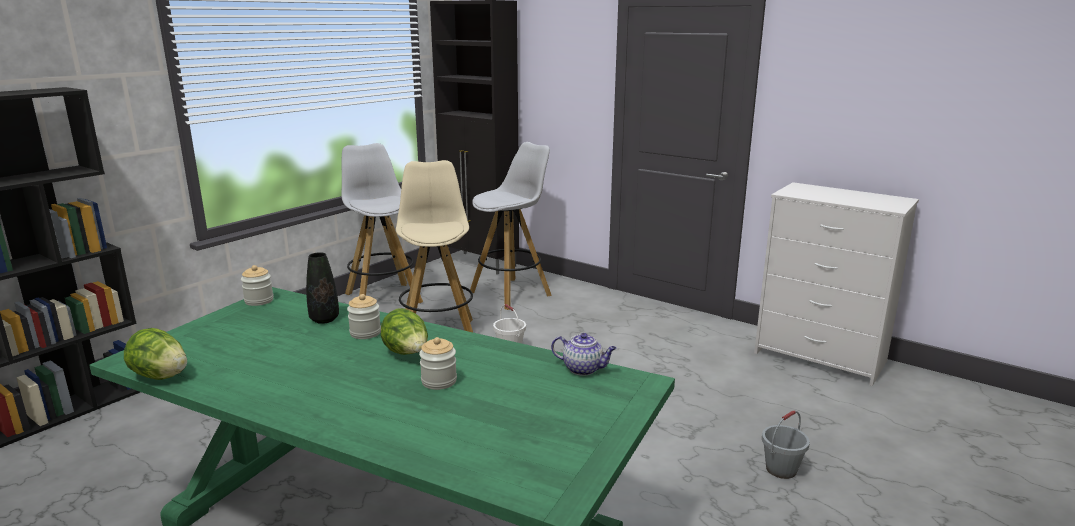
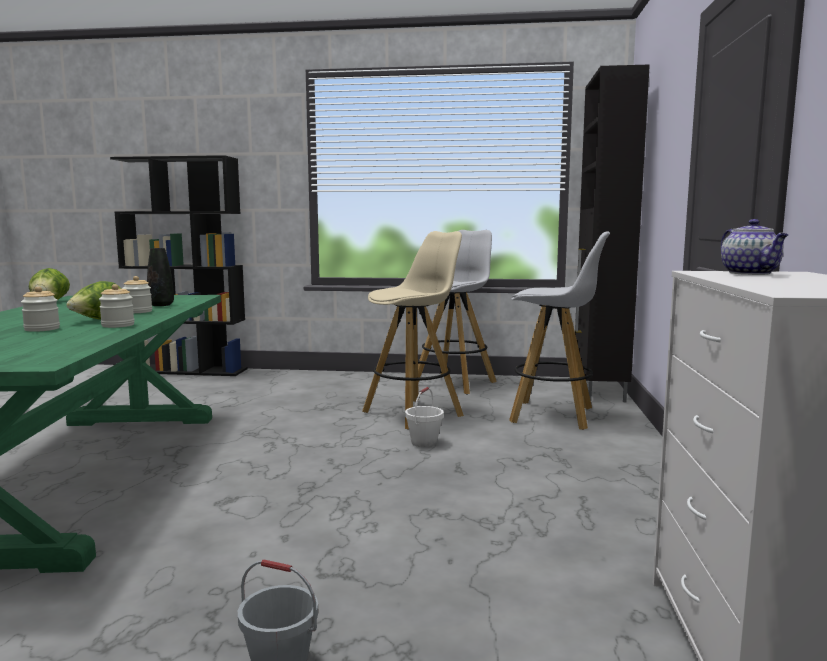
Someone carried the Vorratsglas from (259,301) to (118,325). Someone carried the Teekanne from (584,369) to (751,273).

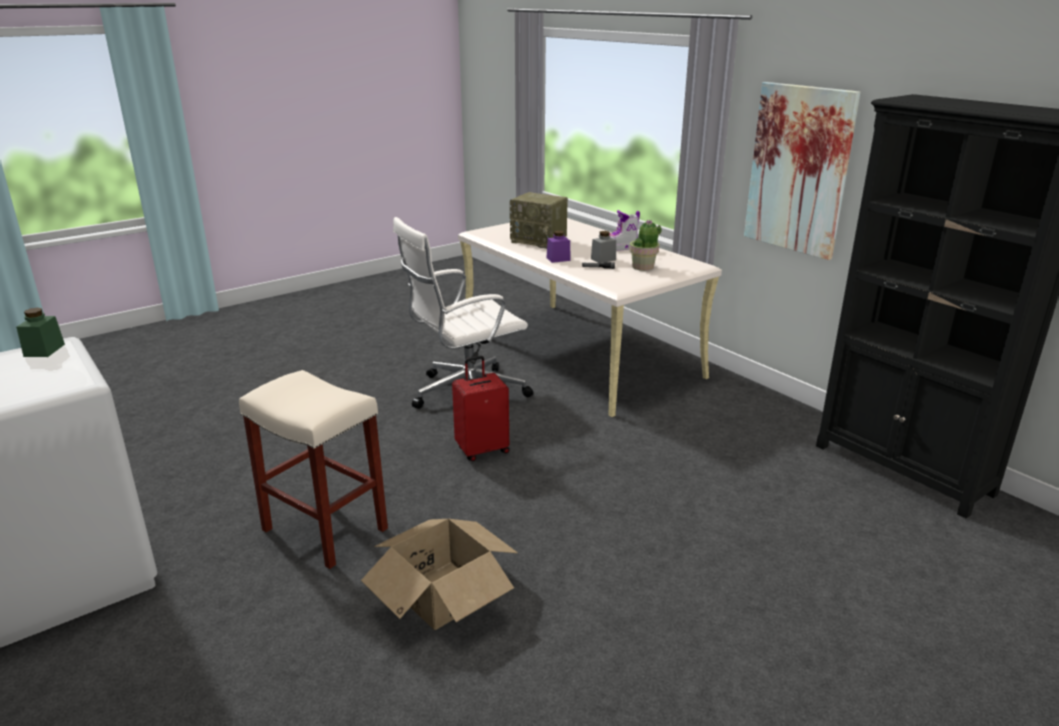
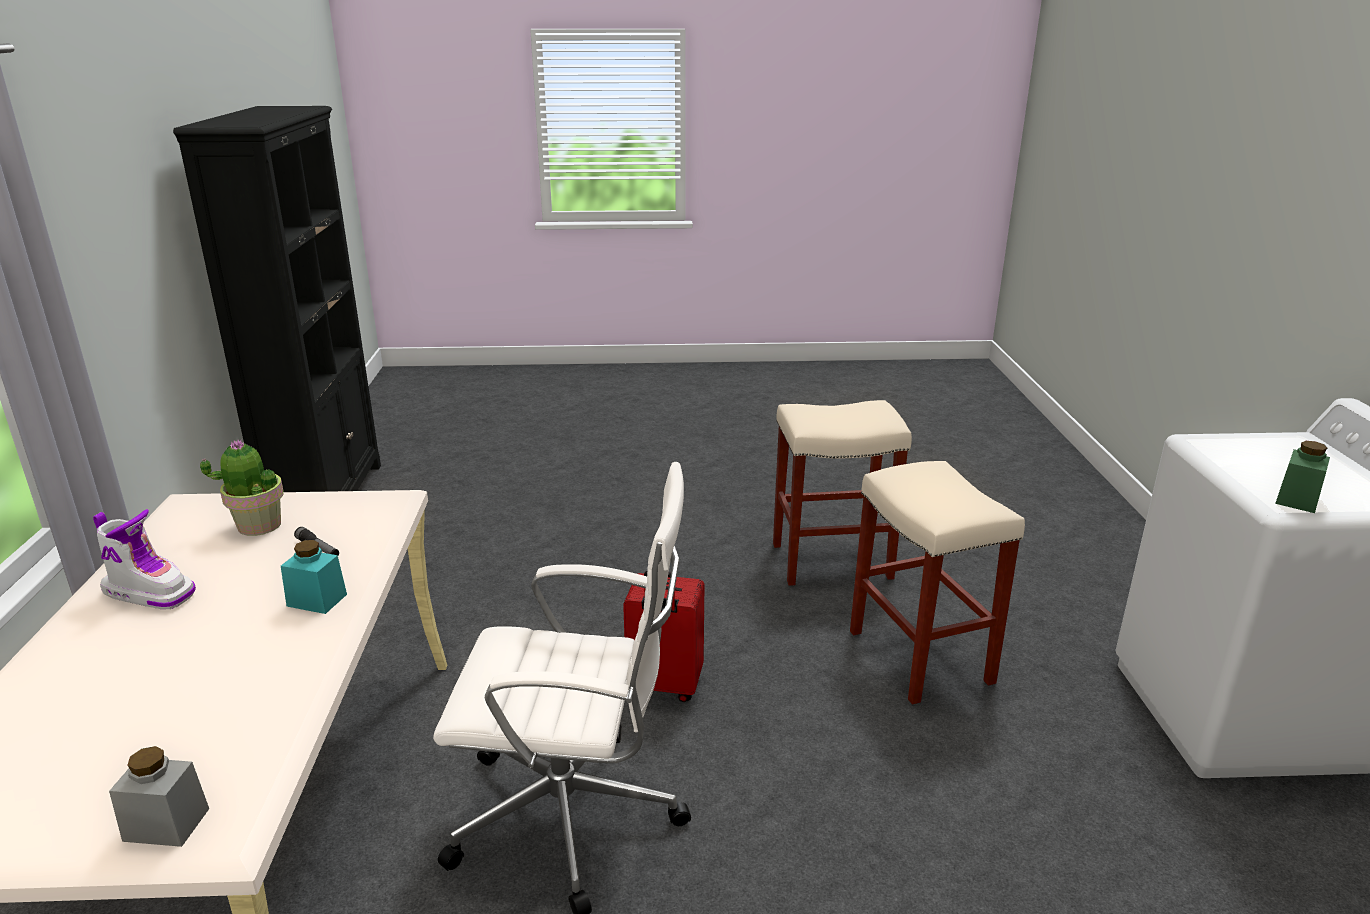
Someone carried the Vorratsglas (grau) from (603,259) to (166,824). Someone repainted the Vorratsglas (lila) at (558,259), which became the Vorratsglas (türkis) at (317,600). Someone swapped the Karton at (442,594) for the Hocker (beige) at (833,560). Someone took away the Radio at (539,241). Someone took away the Bild at (798,170).

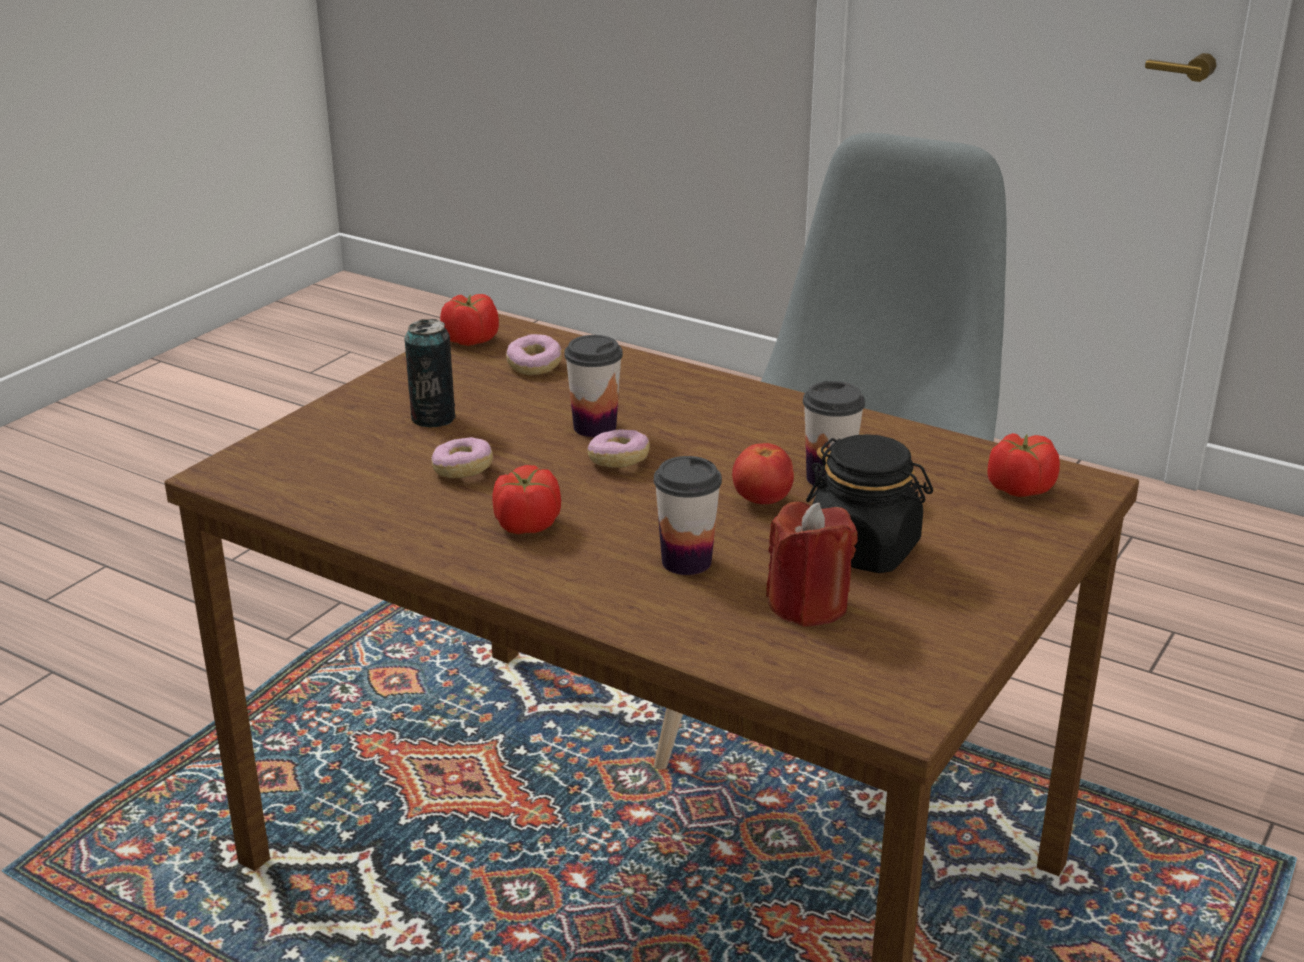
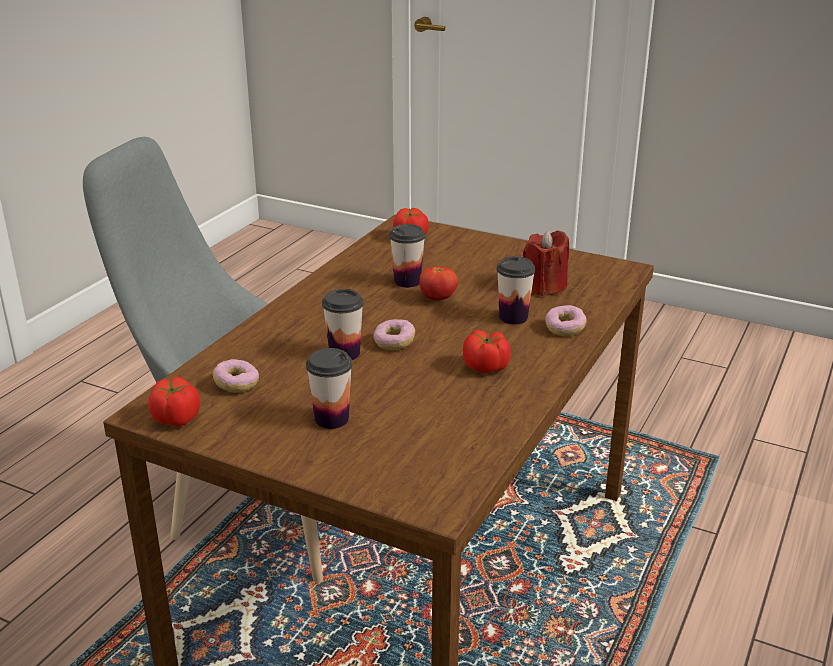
Someone swapped the Dose at (433,418) for the Tasse at (331,419). Someone carried the Donut from (463,470) to (564,328). Someone took away the Vorratsglas (schwarz) at (864,550).

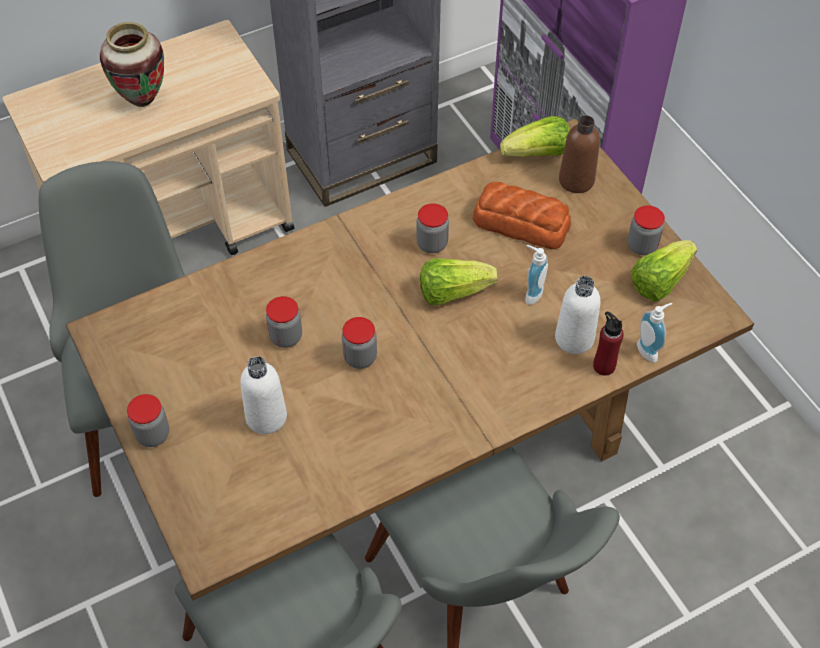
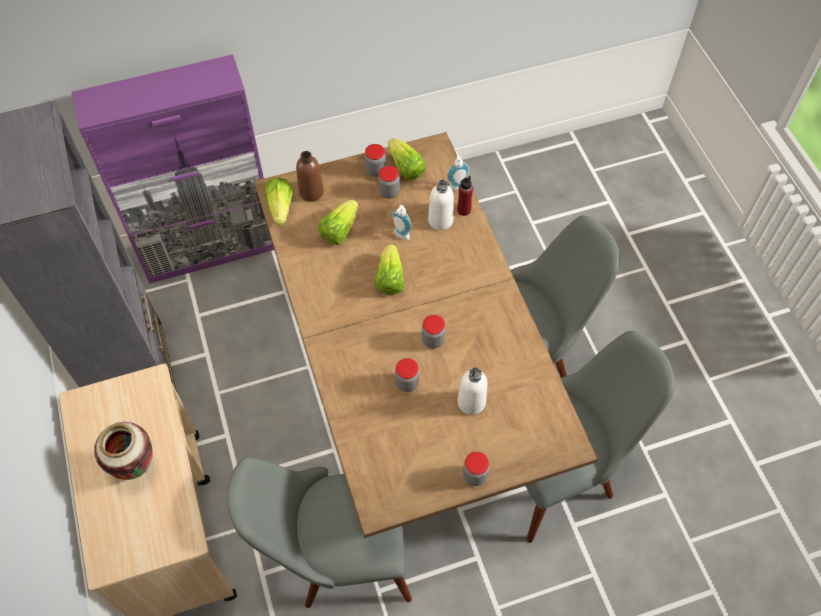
Someone swapped the Brot at (520,222) for the Salatkopf at (339,230). Someone carried the Vorratsglas from (432,244) to (389,192).

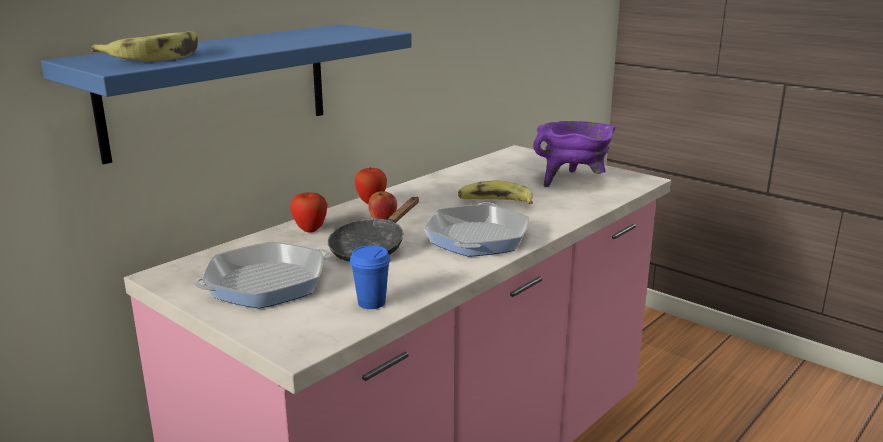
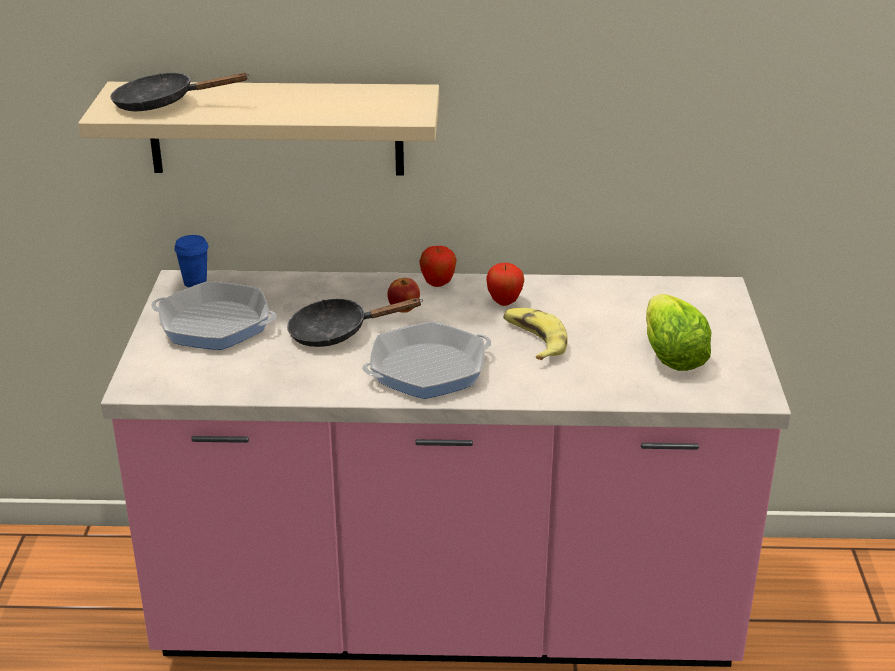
Someone repainted the Wandregal (blau) at (219,88), which became the Wandregal (beige) at (276,128). Someone swapped the Banane at (156,57) for the Pfanne (schwarz) at (163,104). Someone carried the Tasse (blau) from (371,303) to (195,282). Someone carried the Apfel from (310,230) to (504,302). Someone swapped the Kochtopf (lila) at (572,181) for the Salatkopf at (671,357).

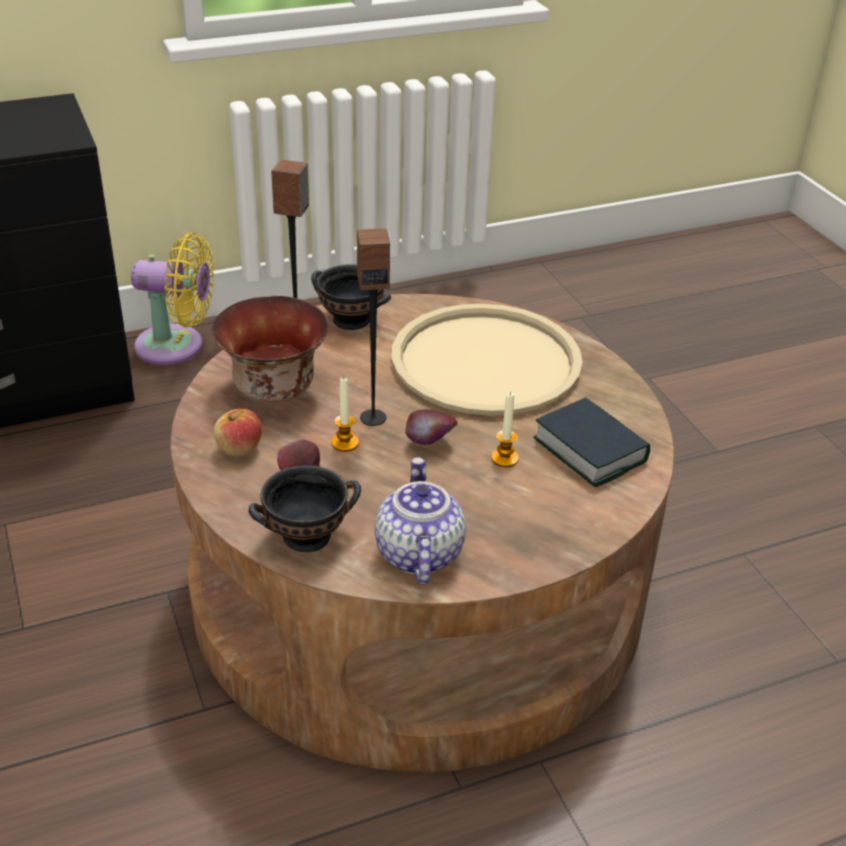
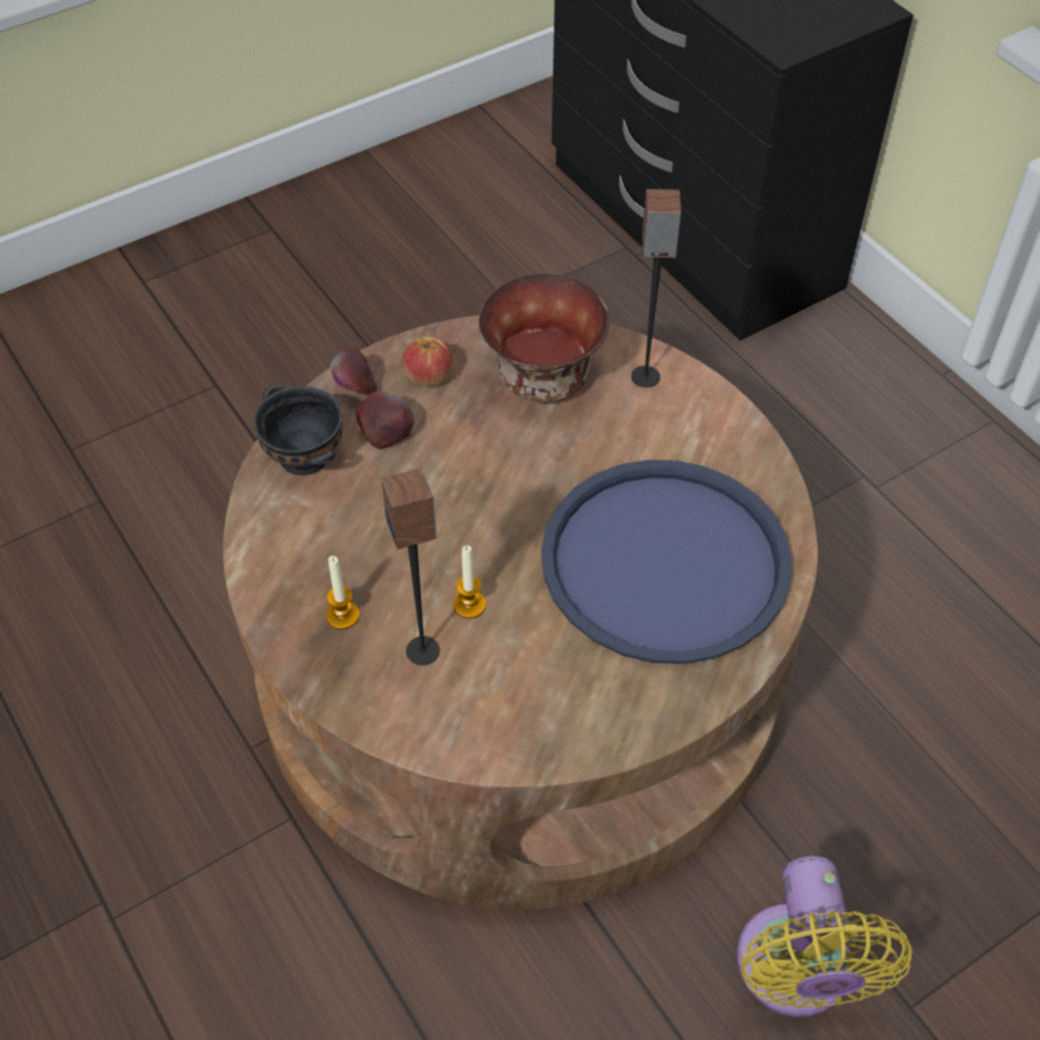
Someone carried the Kerze from (345,443) to (342,615). Someone carried the Apfel from (429,444) to (355,389). Someone carried the Lautsprecher from (373,417) to (423,650). Someone repainted the Tablett (beige) at (485,361), which became the Tablett (blau) at (664,561). Someone carried the Ventilator (gelb) from (177,347) to (795,974). Someone took away the Schüssel (schwarz) at (352,321). Someone took away the Teekanne at (417,553). Someone took away the Buch at (590,450).

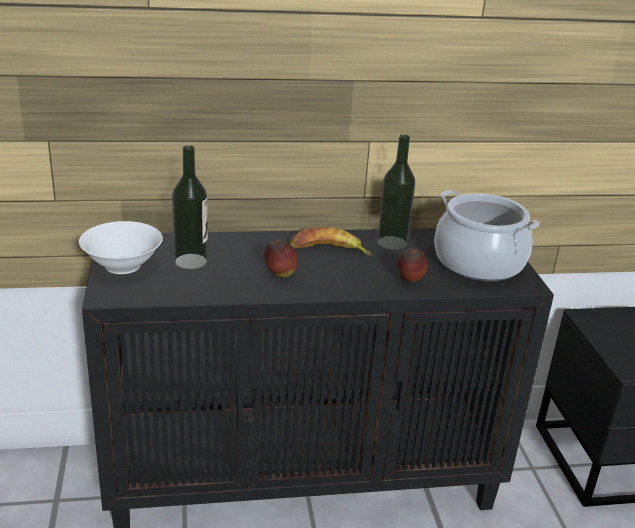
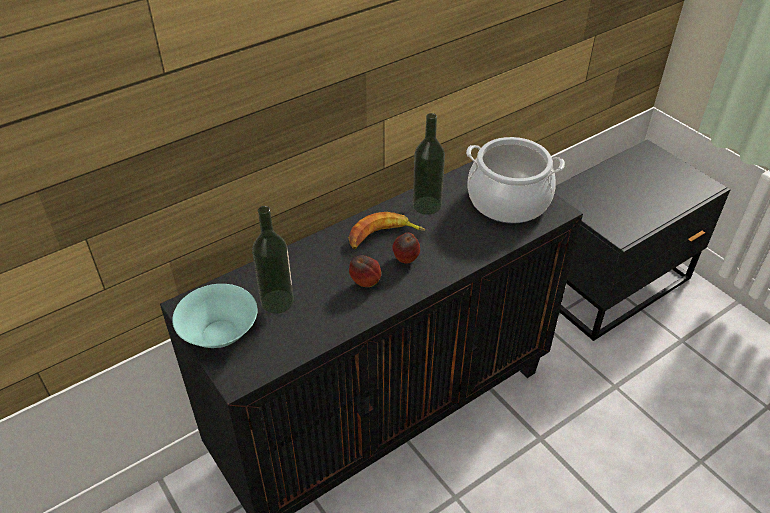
Someone repainted the Schüssel (weiß) at (122,265), which became the Schüssel (türkis) at (219,333). Someone carried the Apfel from (409,281) to (405,261).

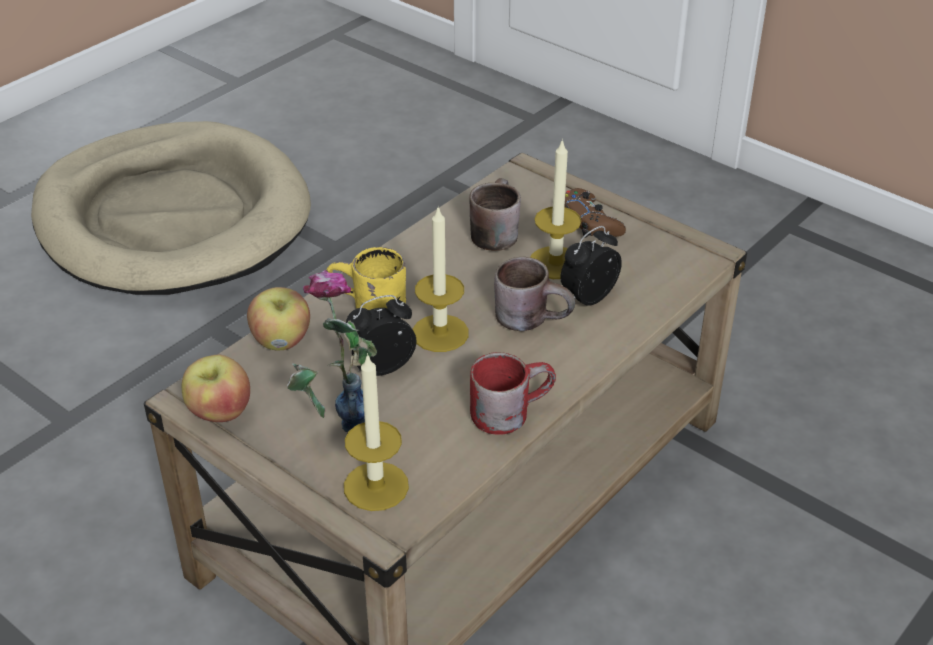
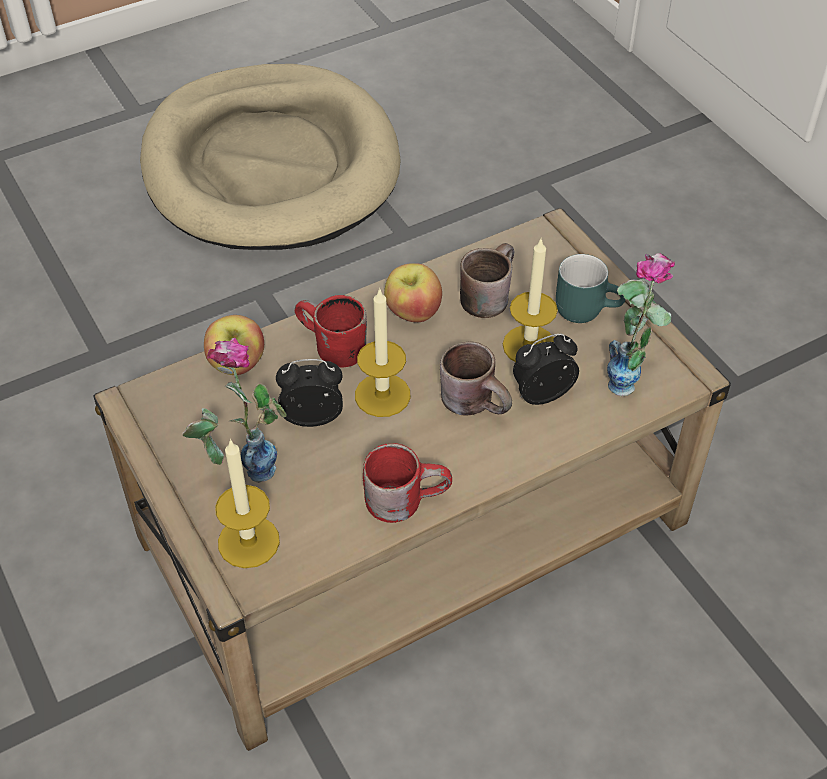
Someone repainted the Henkelbecher (gelb) at (368,308), which became the Henkelbecher (rot) at (330,349). Someone carried the Apfel from (219,412) to (413,312). Someone swapped the Gamepad (braun) at (590,222) for the Henkelbecher (türkis) at (586,308). Someone put down the Vase at (631,375).

